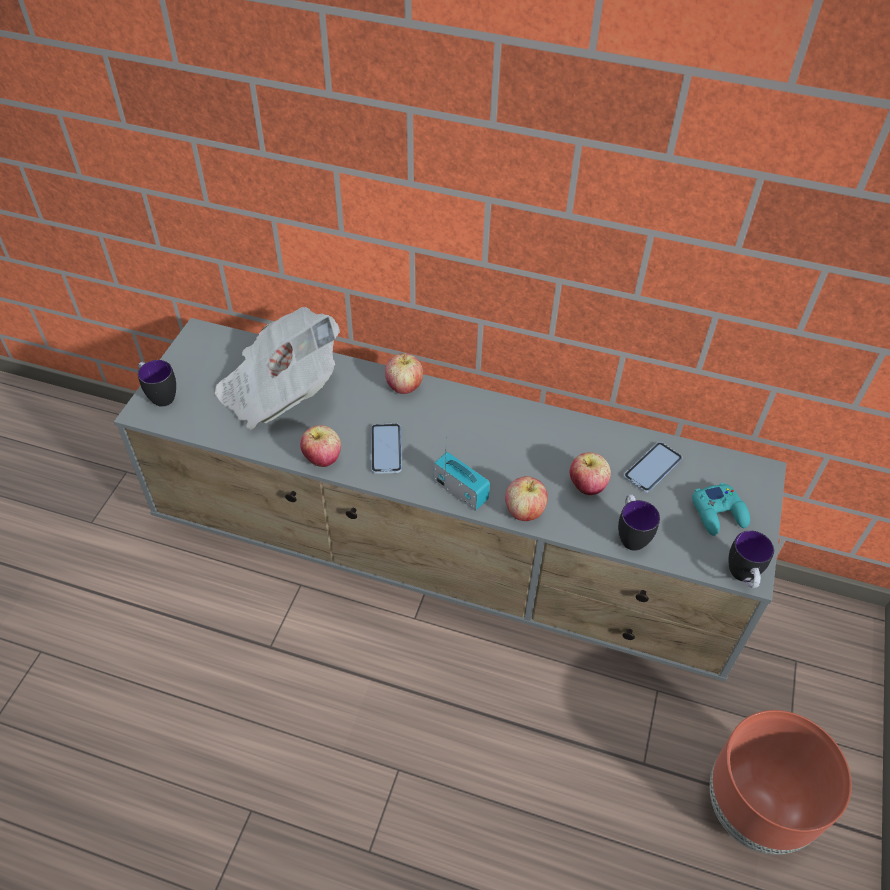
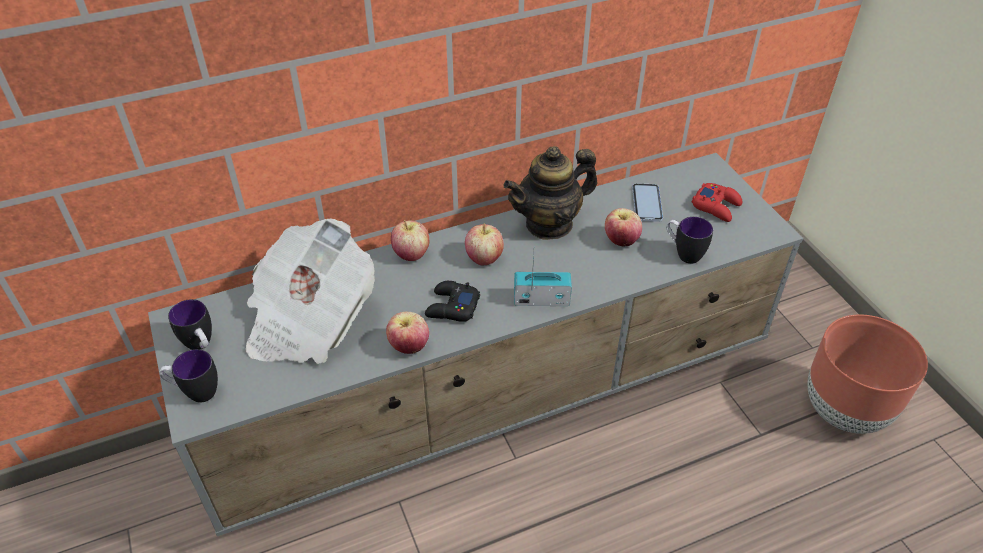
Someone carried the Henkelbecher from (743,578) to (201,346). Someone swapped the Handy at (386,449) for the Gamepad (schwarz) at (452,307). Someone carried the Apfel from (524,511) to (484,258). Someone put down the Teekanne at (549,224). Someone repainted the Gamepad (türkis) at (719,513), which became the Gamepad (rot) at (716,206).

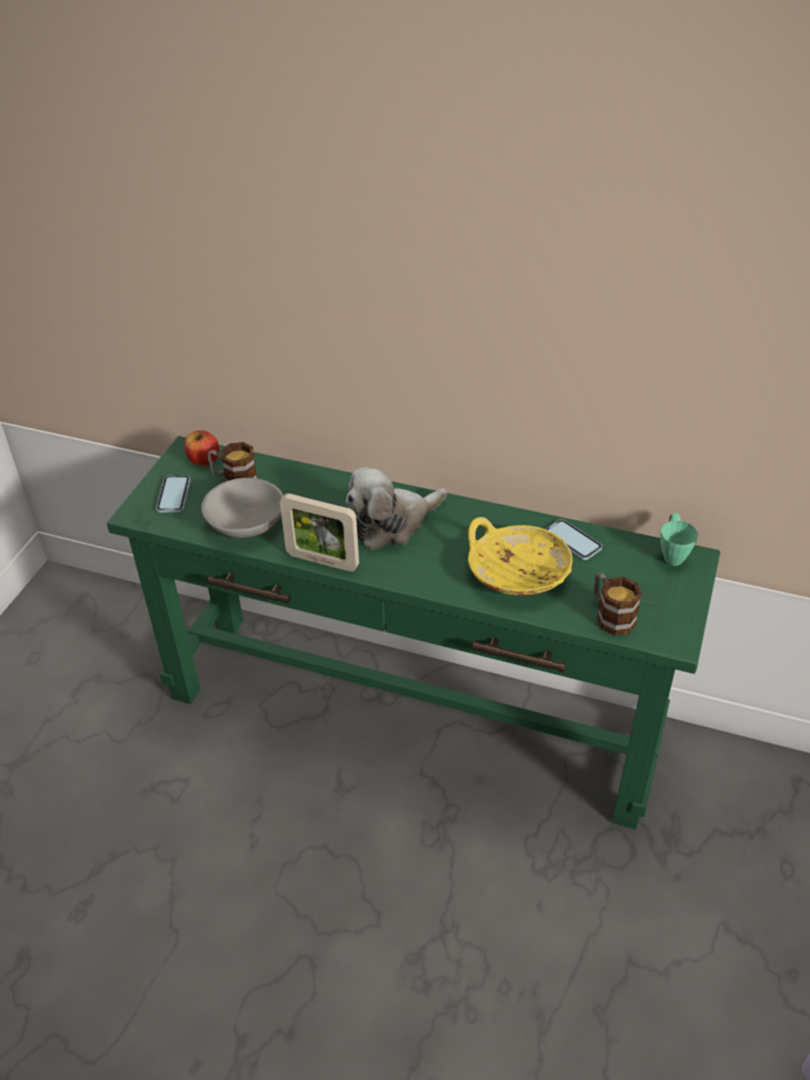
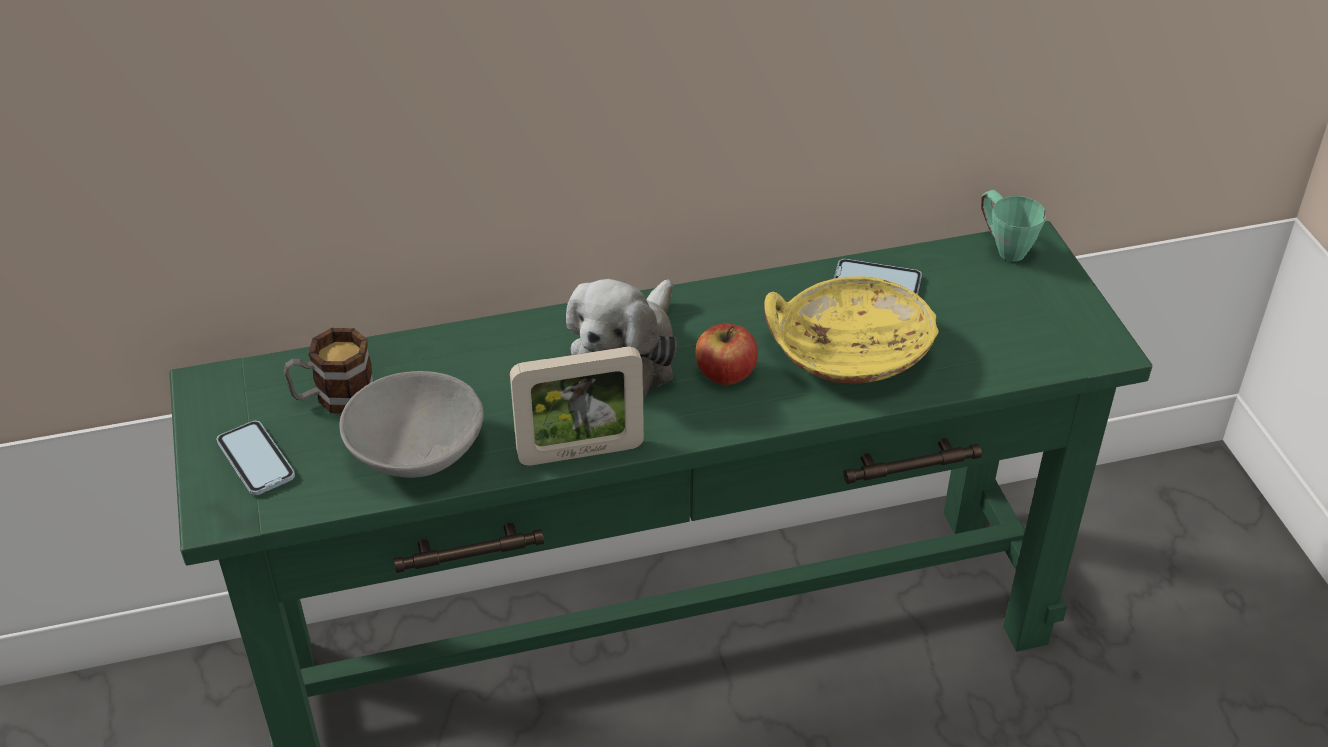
Someone carried the Apfel from (203,460) to (725,373). Someone took away the Henkelbecher at (610,615).

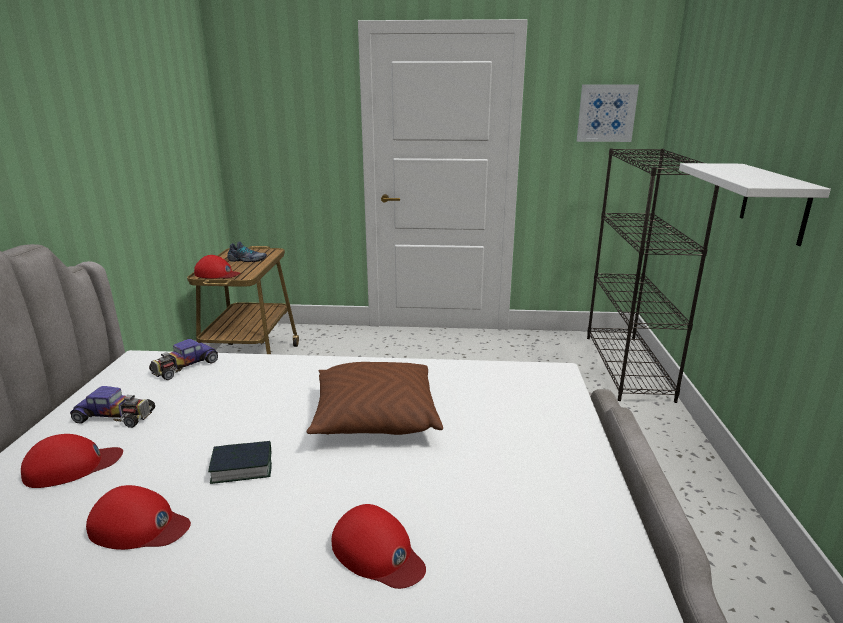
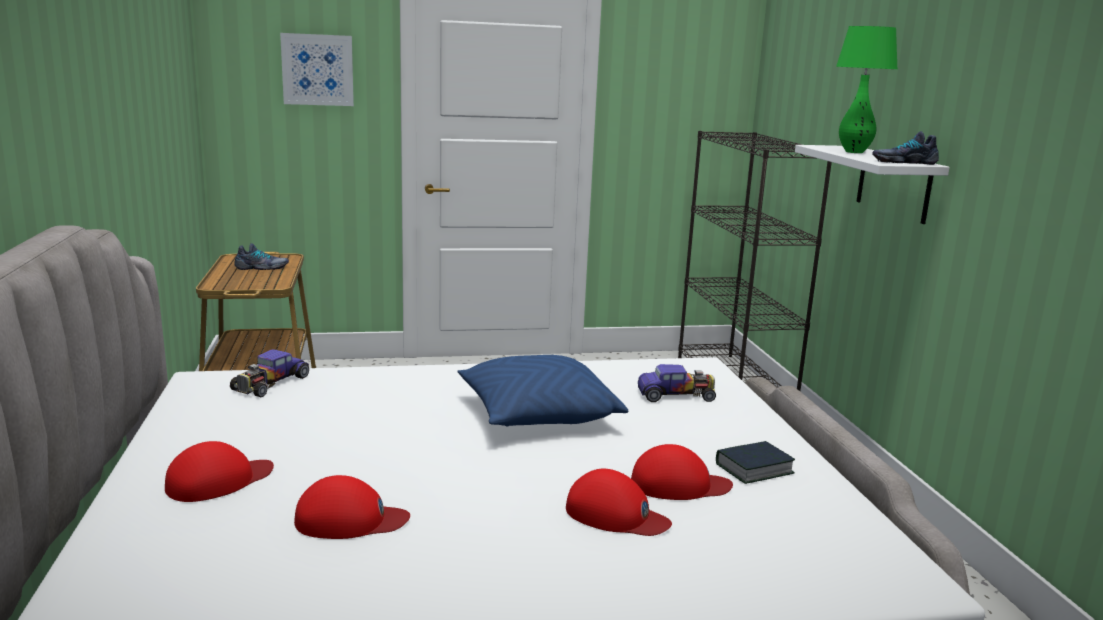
Someone carried the Bild from (606,113) to (317,70). Someone repainted the Kissen (braun) at (375,417), which became the Kissen (blau) at (537,415). Someone carried the Kappe (rot) from (217,274) to (679,484). Someone carried the Spielzeugauto from (115,416) to (676,395). Someone carried the Buch from (242,467) to (754,469). Someone put down the Tischlampe (grün) at (854,152). Someone put down the Schuh at (903,162).

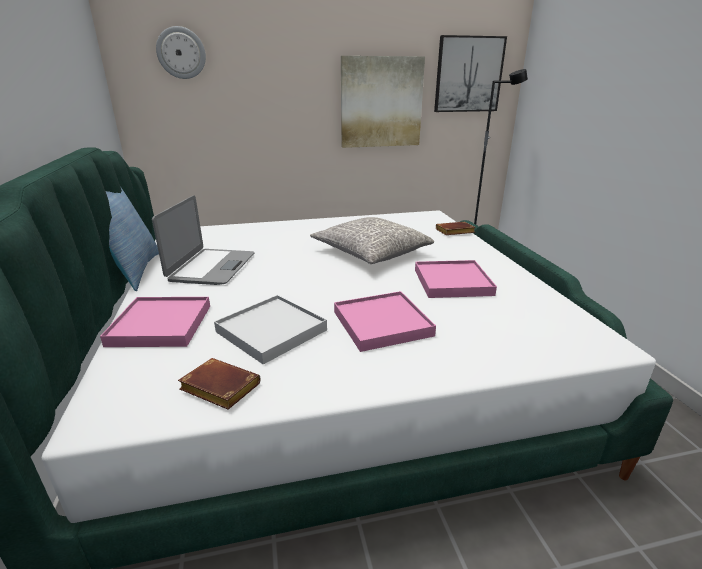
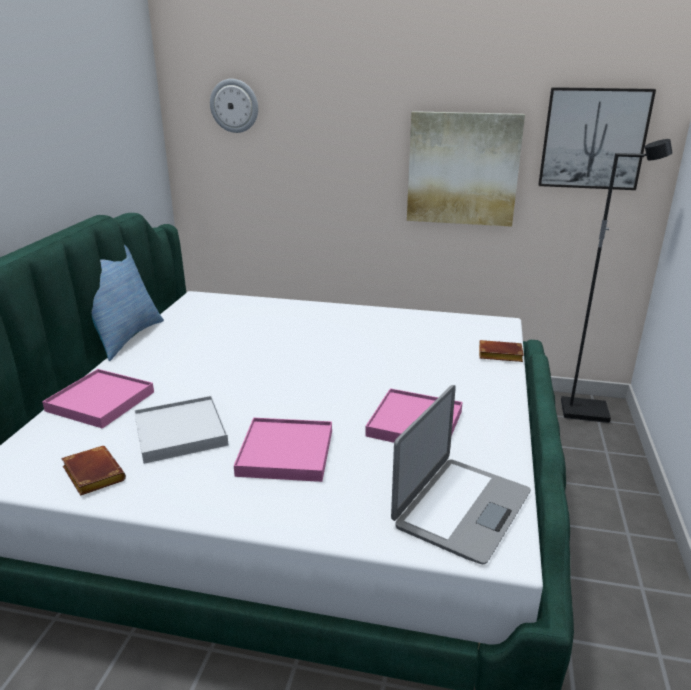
Someone carried the Laptop from (211,267) to (461,508). Someone took away the Kissen (grau) at (370,252).

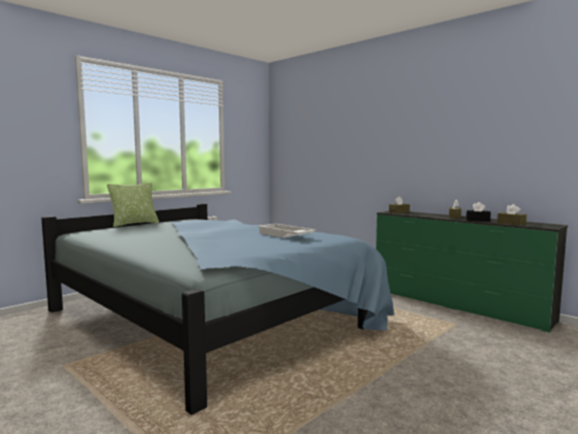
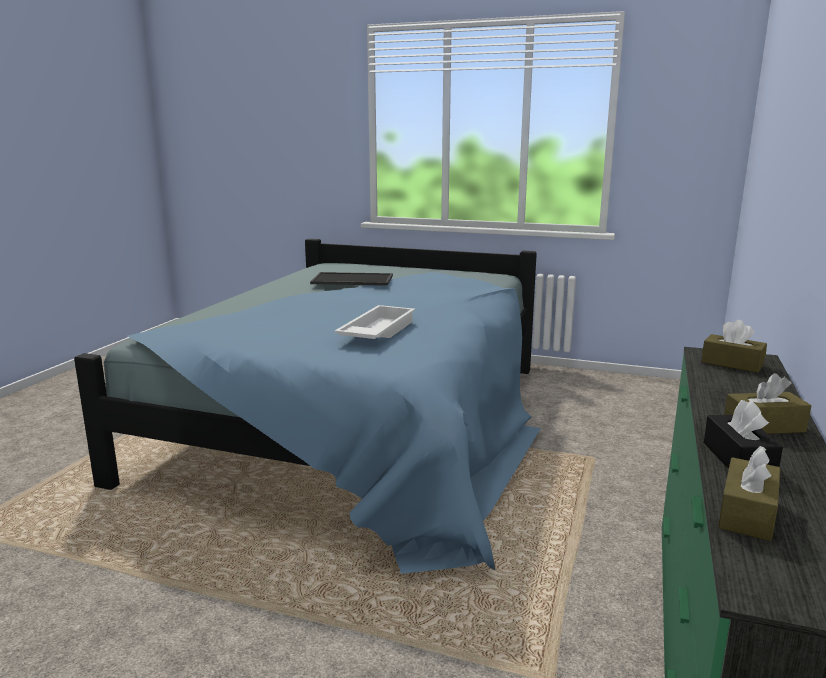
Someone put down the Tablett at (351,280). Someone took away the Kissen at (134,224).

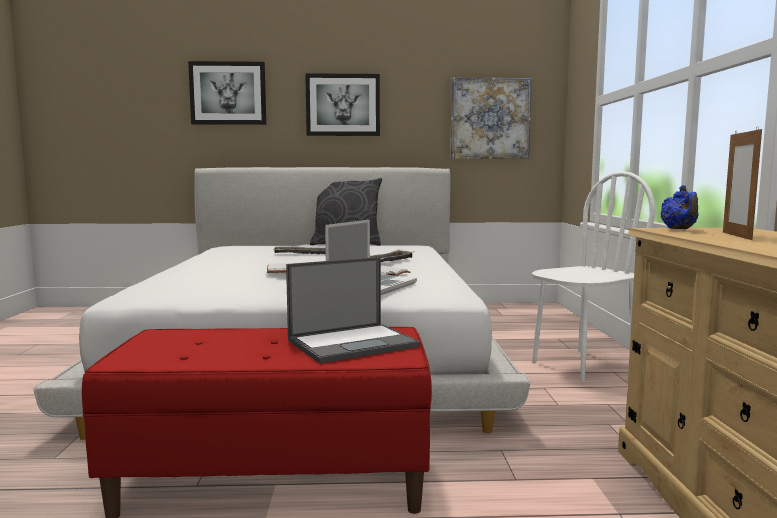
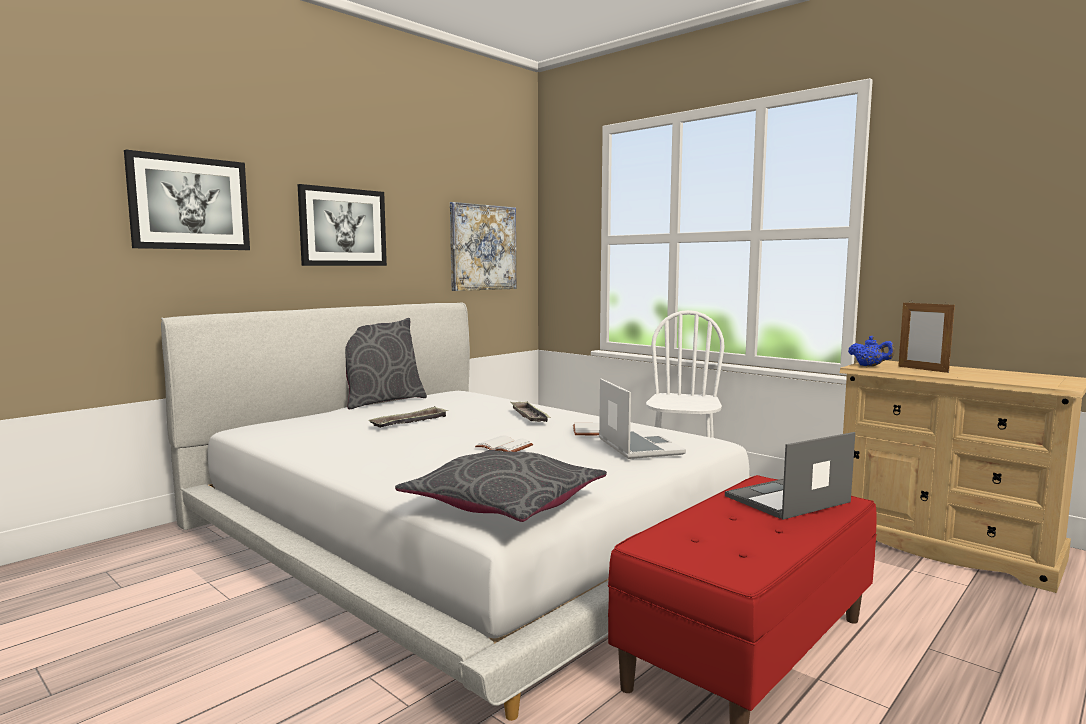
Someone put down the Kissen (grau) at (504,503). Someone rotated the Laptop at (354,343) by 135 degrees counterclockwise.

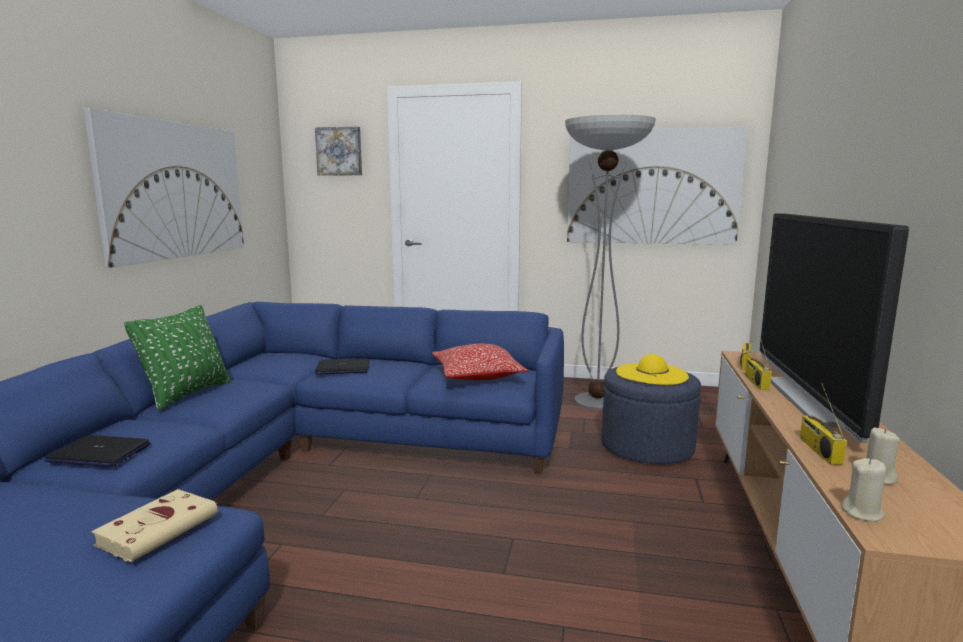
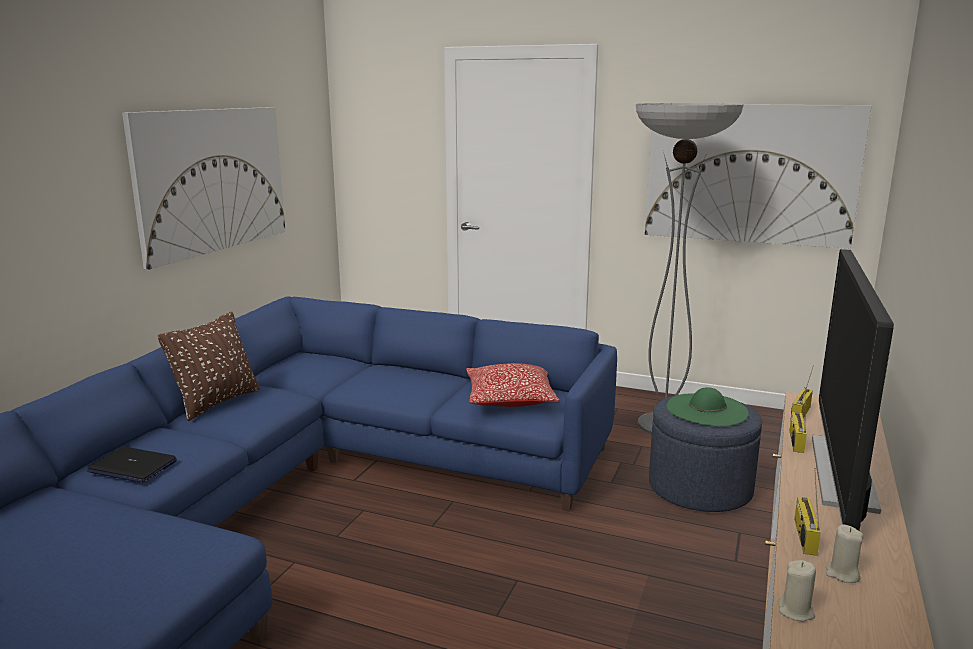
Someone repainted the Kissen (grün) at (187,394), which became the Kissen (braun) at (217,402). Someone repainted the Hut (gelb) at (651,374), which became the Hut (grün) at (707,409). Someone took away the Buch (beige) at (161,528). Someone took away the Bild at (339,151). Someone took away the Laptop at (342,368).

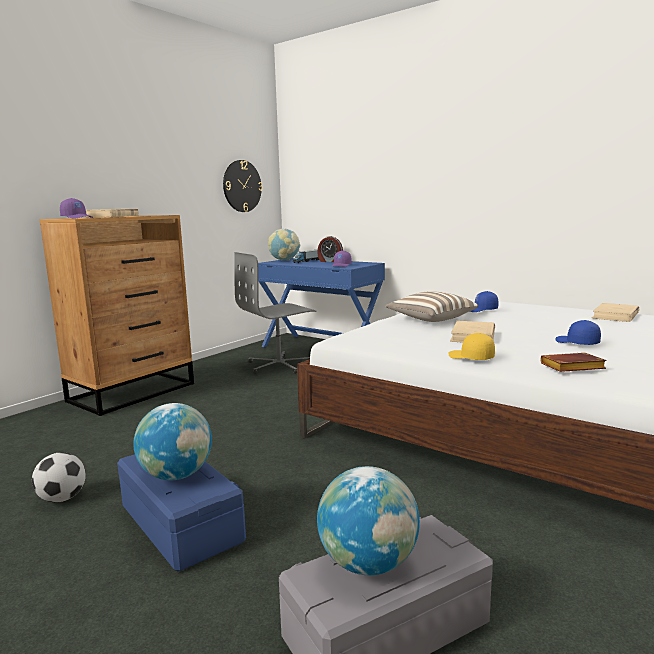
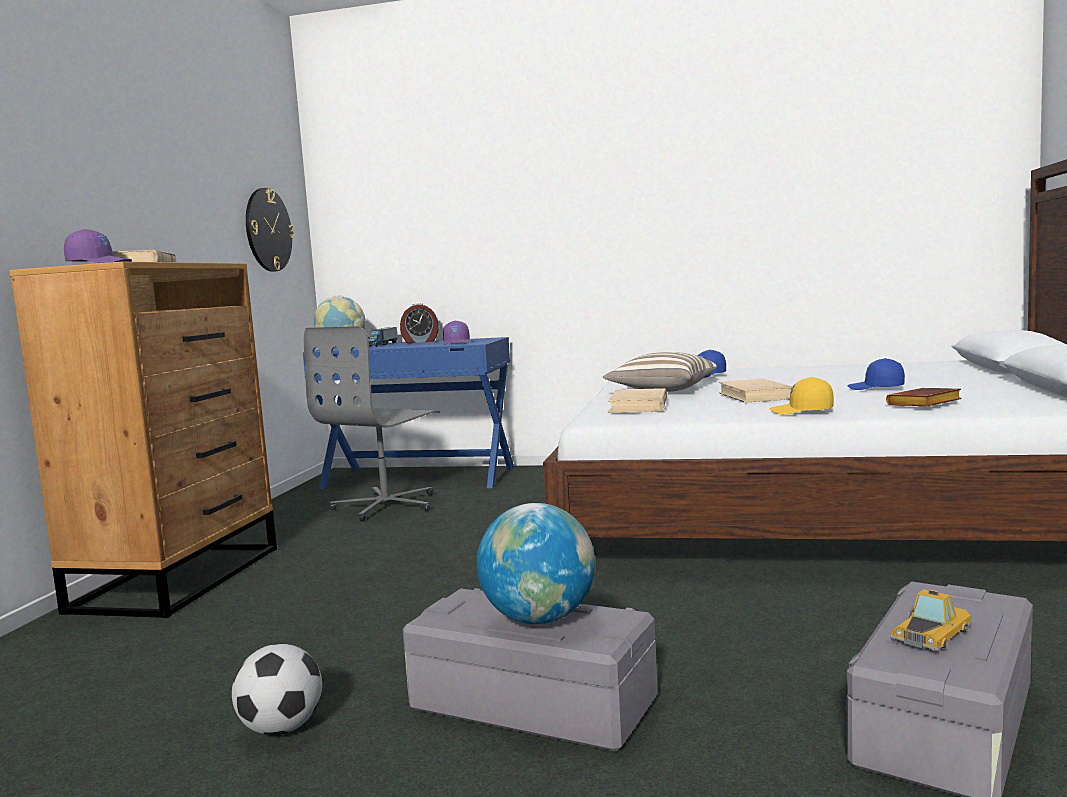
Someone repainted the Aufbewahrungsbox (blau) at (179,524), which became the Aufbewahrungsbox (grau) at (530,705). Someone carried the Buch (beige) from (615,316) to (638,406). Someone swapped the Globus at (368,564) for the Spielzeugauto at (932,633).

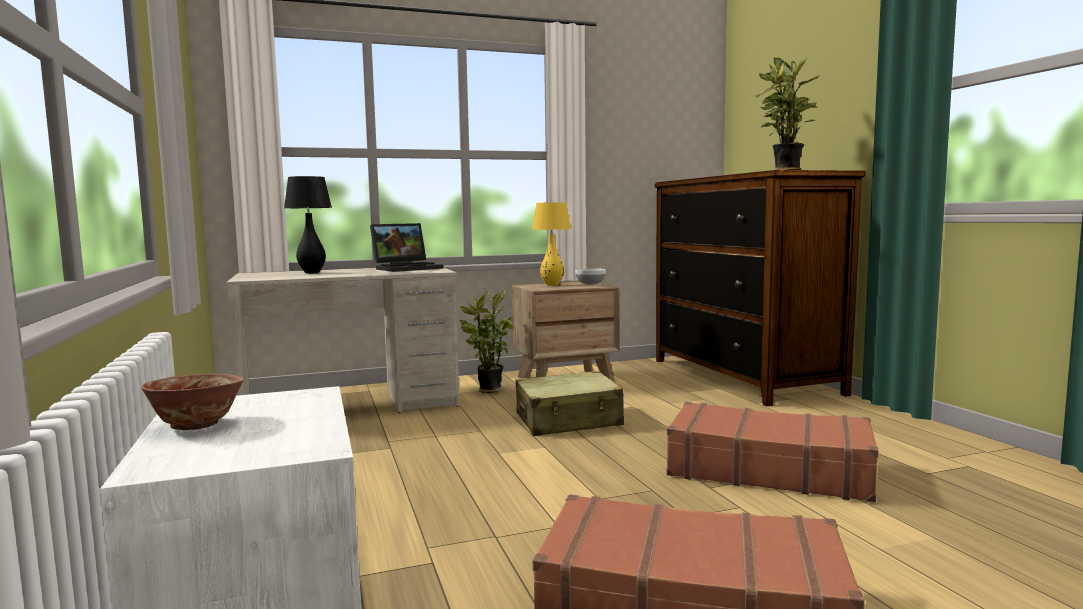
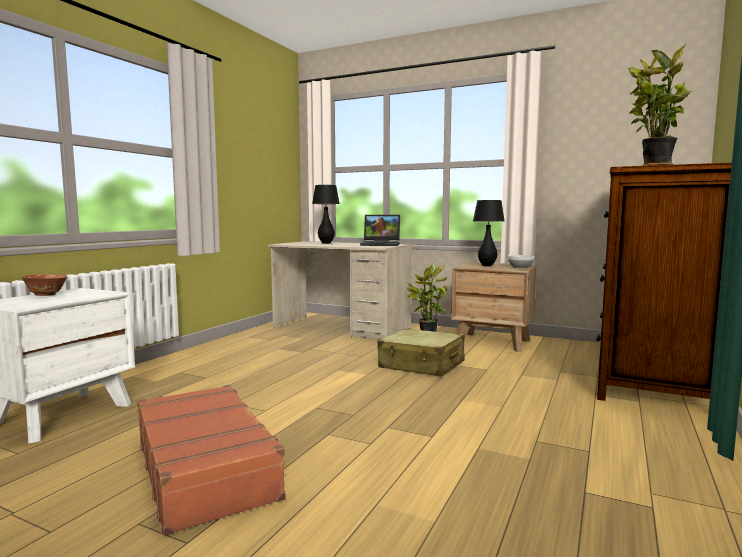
Someone repainted the Tischlampe (gelb) at (552,285), which became the Tischlampe (schwarz) at (487,265). Someone took away the Koffer (braun) at (768,470).

